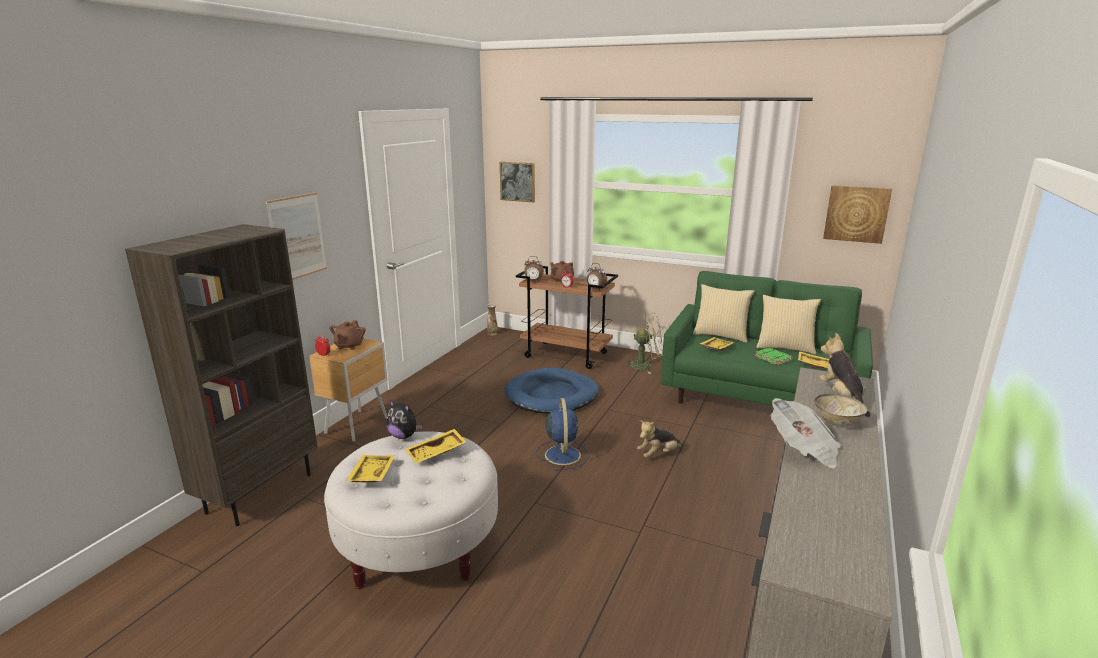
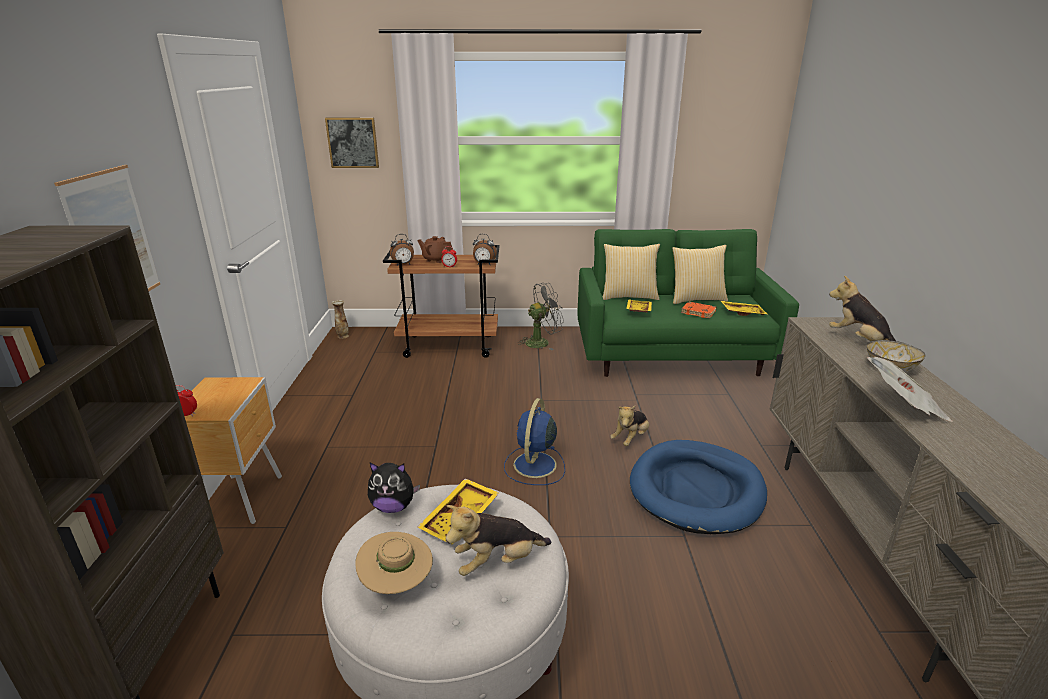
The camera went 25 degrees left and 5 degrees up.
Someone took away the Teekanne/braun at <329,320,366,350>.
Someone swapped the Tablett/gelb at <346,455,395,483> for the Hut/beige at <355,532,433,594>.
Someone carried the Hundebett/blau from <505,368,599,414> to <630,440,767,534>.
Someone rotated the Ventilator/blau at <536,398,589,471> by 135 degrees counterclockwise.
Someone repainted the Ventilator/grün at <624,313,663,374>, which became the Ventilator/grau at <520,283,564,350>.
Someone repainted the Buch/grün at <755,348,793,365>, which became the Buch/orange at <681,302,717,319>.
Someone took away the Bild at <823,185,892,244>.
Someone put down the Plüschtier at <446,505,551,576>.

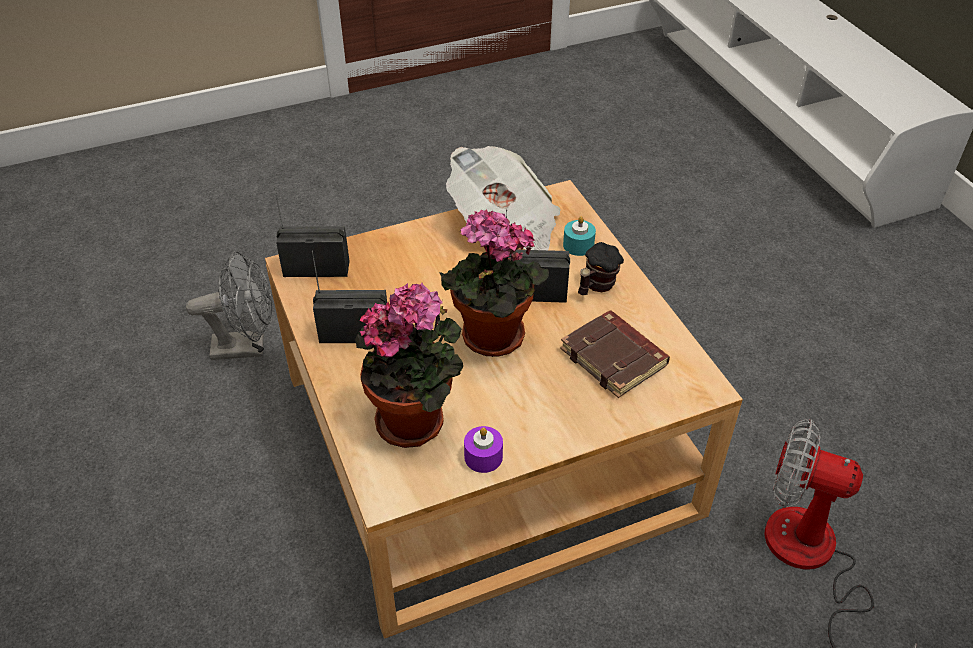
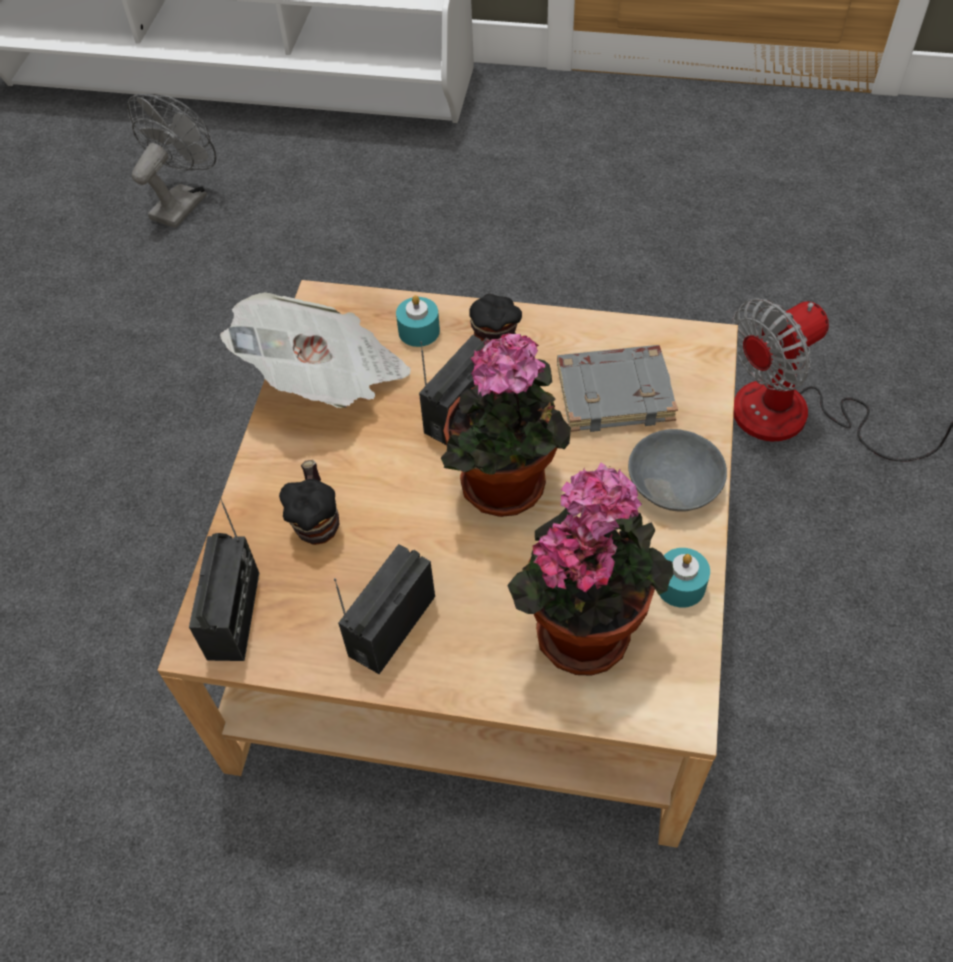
The camera went 55 degrees left and 10 degrees up.
Someone carried the Ventilator/grau from <186,251,272,360> to <127,94,216,228>.
Someone rotated the Radio at <274,187,349,277> by 150 degrees clockwise.
Someone repainted the Kerze/lila at <464,426,503,473>, which became the Kerze/türkis at <659,548,710,608>.
Someone repainted the Buch/braun at <560,311,670,398>, which became the Buch/grau at <557,345,678,432>.
Someone put down the Henkelbecher at <279,460,340,545>.
Someone put down the Schüssel/grau at <628,429,727,512>.

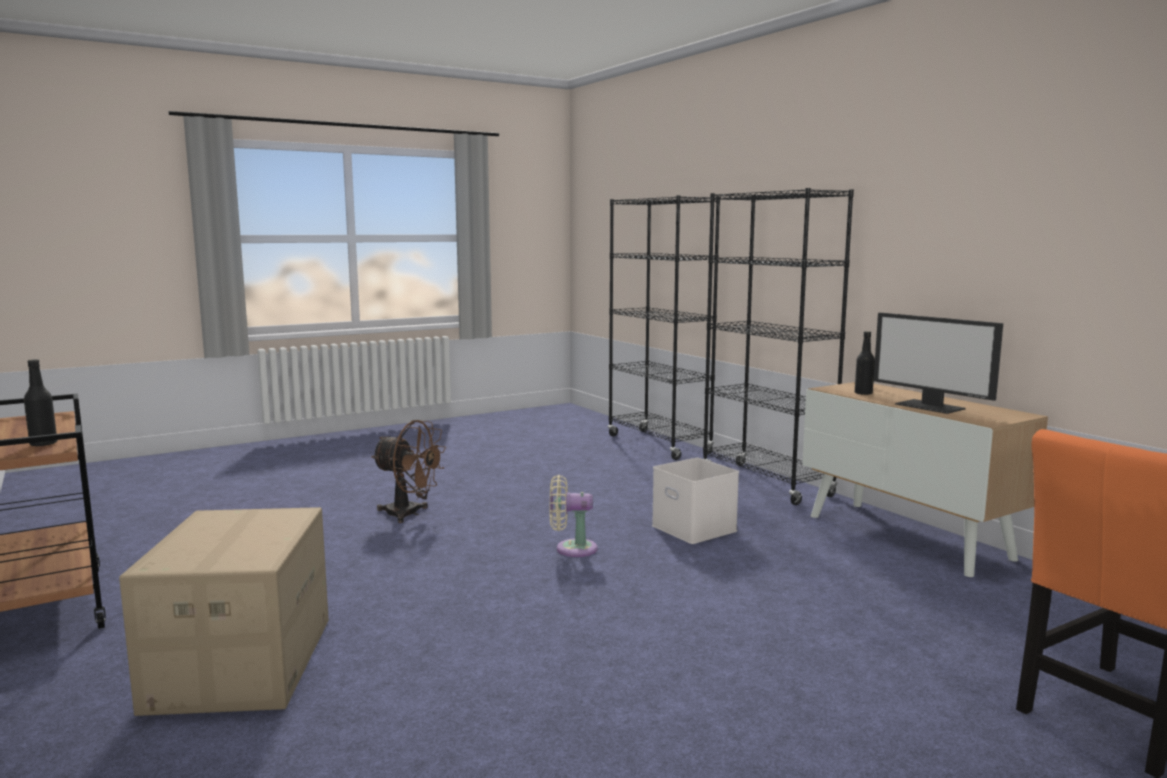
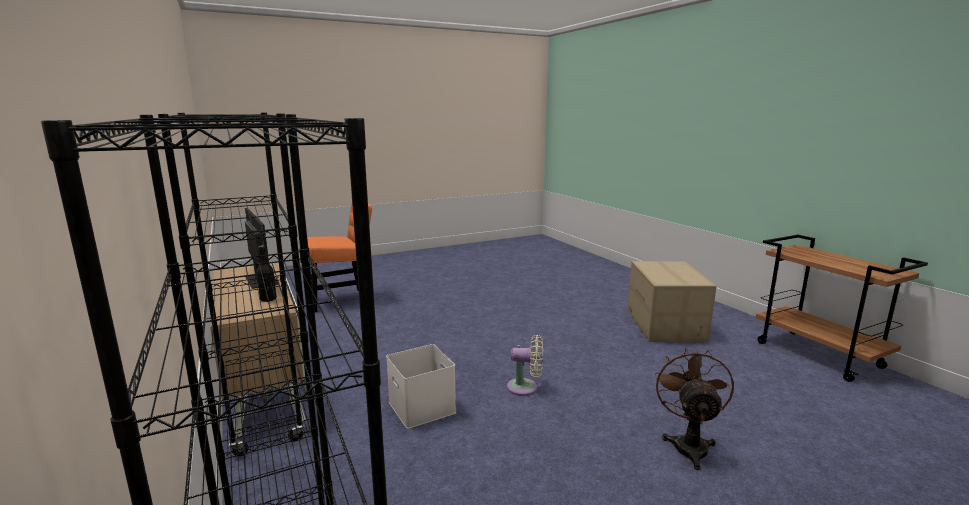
The camera went 175 degrees left and 5 degrees up.
Someone took away the Flasche/schwarz at <24,359,57,446>.
Someone rotated the Ventilator/braun at <371,420,447,523> by 75 degrees clockwise.

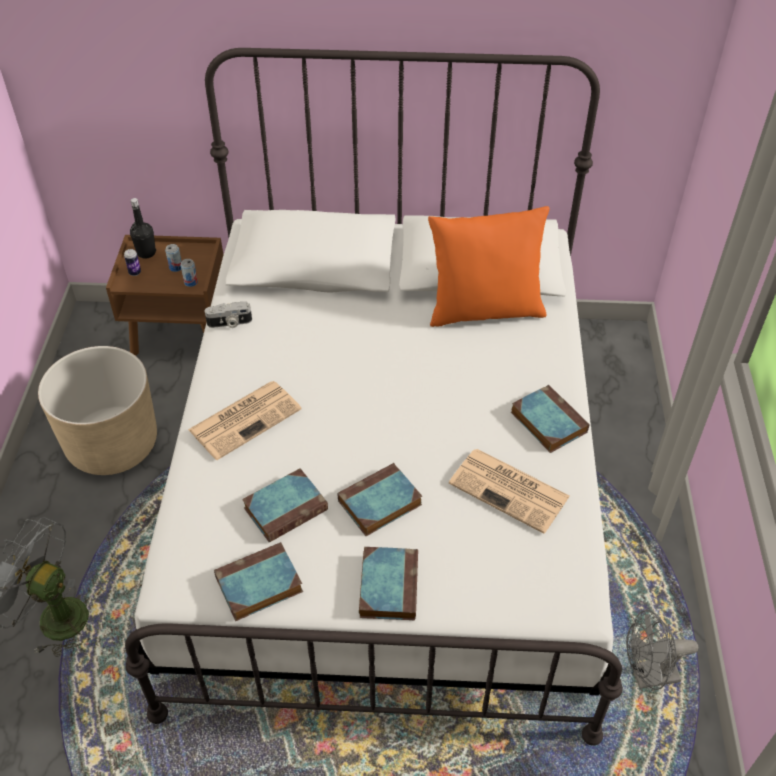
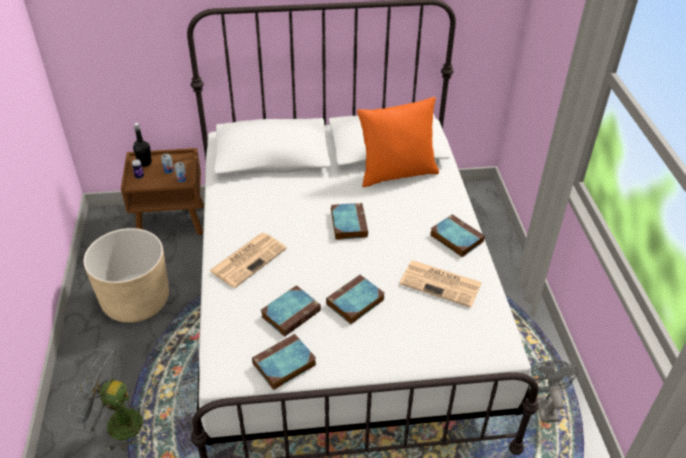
The camera went 10 degrees left and 5 degrees down.
Someone took away the Kamera at <205,301,252,328>.
Someone carried the Buch from <359,547,418,620> to <331,203,368,240>.
Someone rotated the Ventilator/grau at <626,610,698,690> by 105 degrees clockwise.

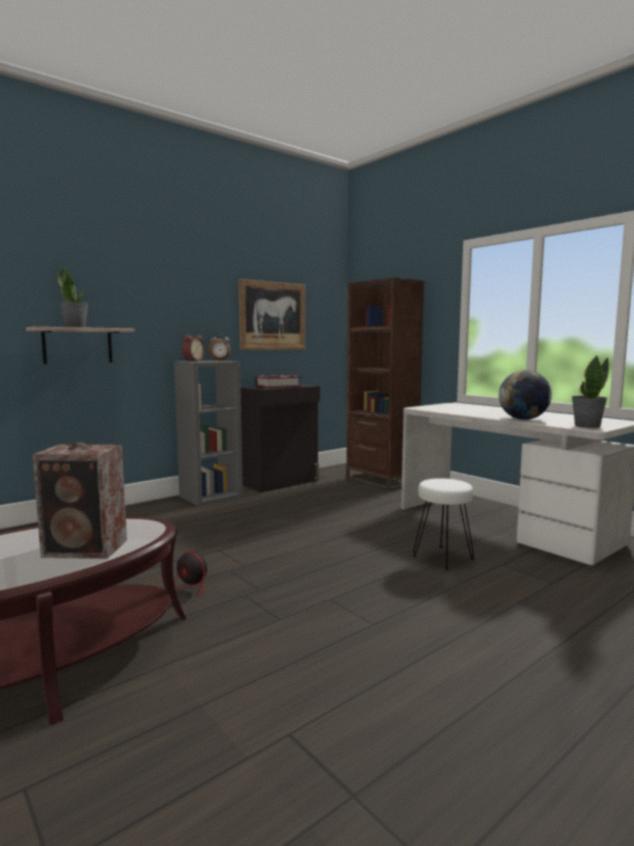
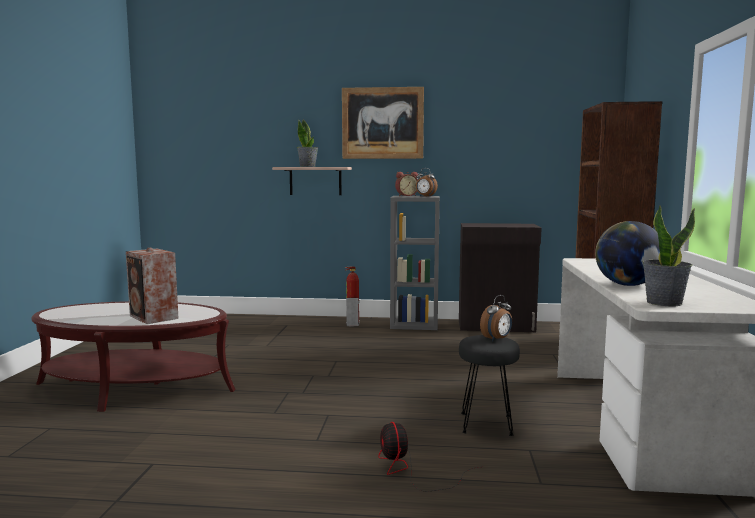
The camera went 45 degrees right and 0 degrees up.
Someone carried the Ventilator from <174,552,256,597> to <378,422,484,492>.
Someone carried the Bild from <238,279,305,350> to <342,87,424,159>.
Someone took away the Buch at <255,375,302,388>.
Someone repainted the Hocker/weiß at <412,478,474,570>, which became the Hocker/schwarz at <459,335,520,436>.
Someone put down the Feuerlöscher at <345,267,360,326>.
Someone put down the Wecker at <480,295,512,341>.

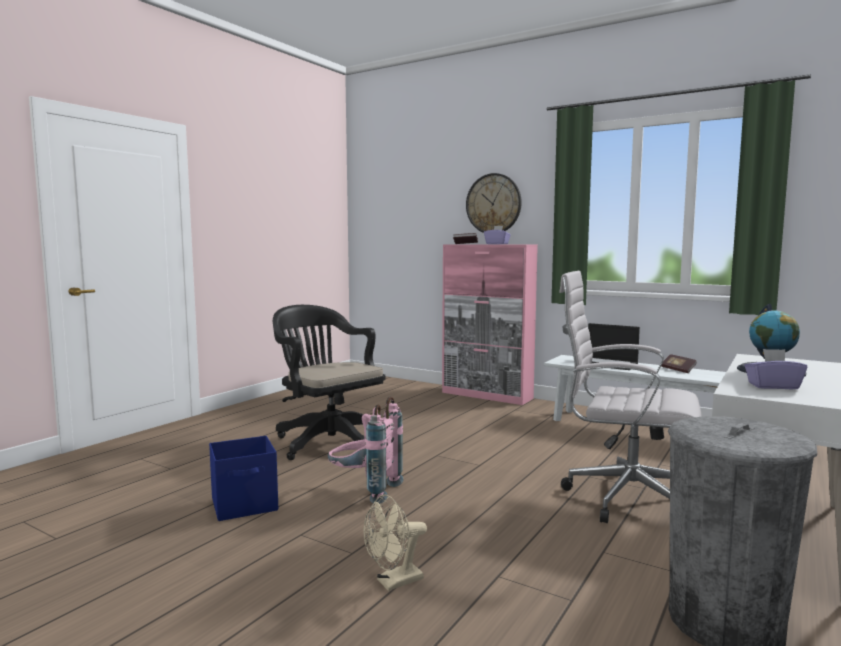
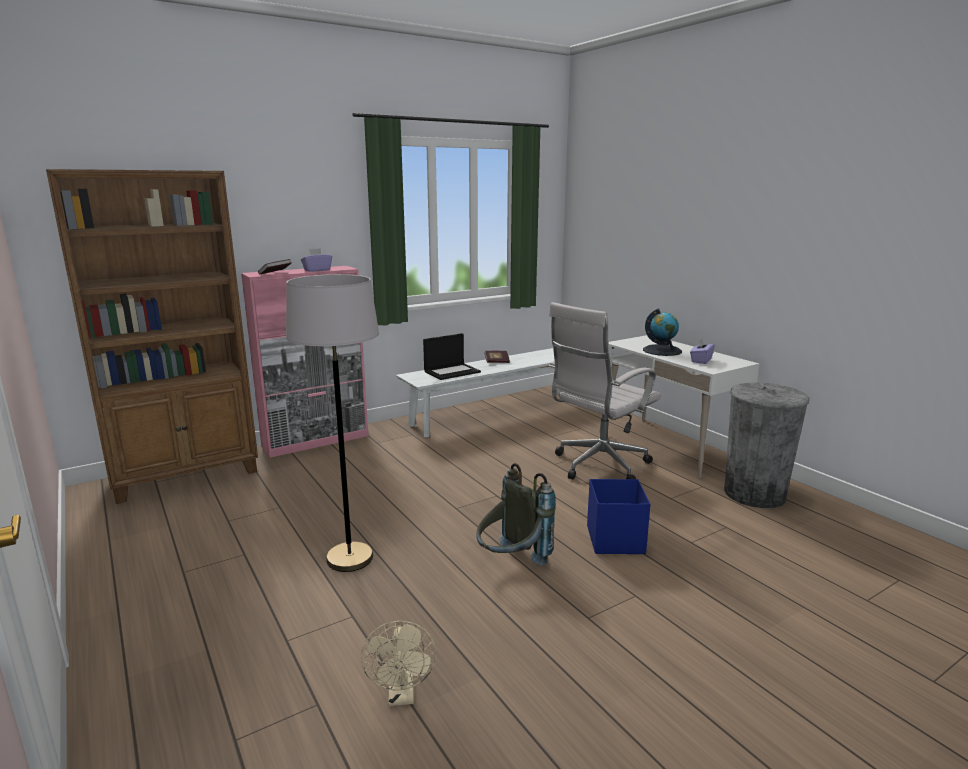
The camera went 65 degrees left and 10 degrees up.
Someone carried the Aufbewahrungsbox/blau from <209,436,278,521> to <587,479,650,554>.
Someone swapped the Bürostuhl/schwarz at <273,305,385,460> for the Stehlampe/grau at <286,274,379,572>.
Someone repainted the Rucksack/rosa at <327,396,404,504>, which became the Rucksack/grau at <476,463,555,565>.
Someone carried the Ventilator/beige from <363,494,427,591> to <361,621,436,706>.
Someone took away the Wanduhr at <466,173,522,233>.
Someone put down the Bücherregal/braun at <46,169,258,504>.

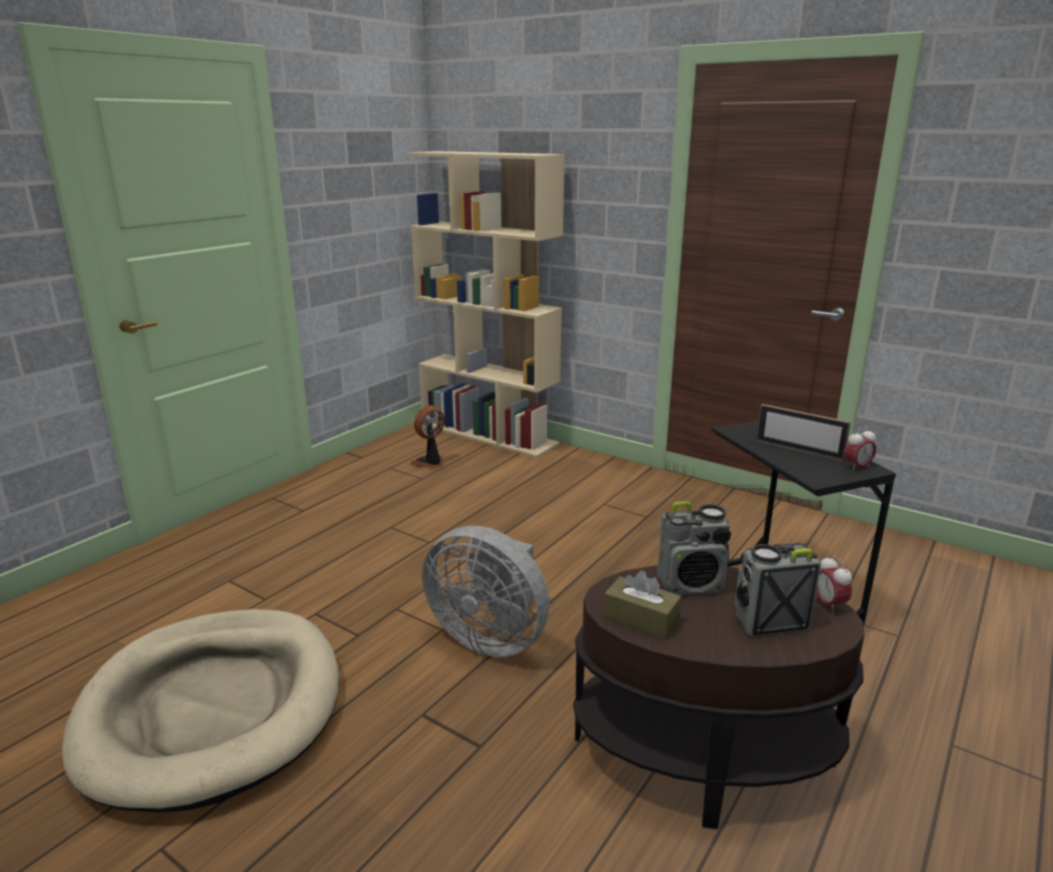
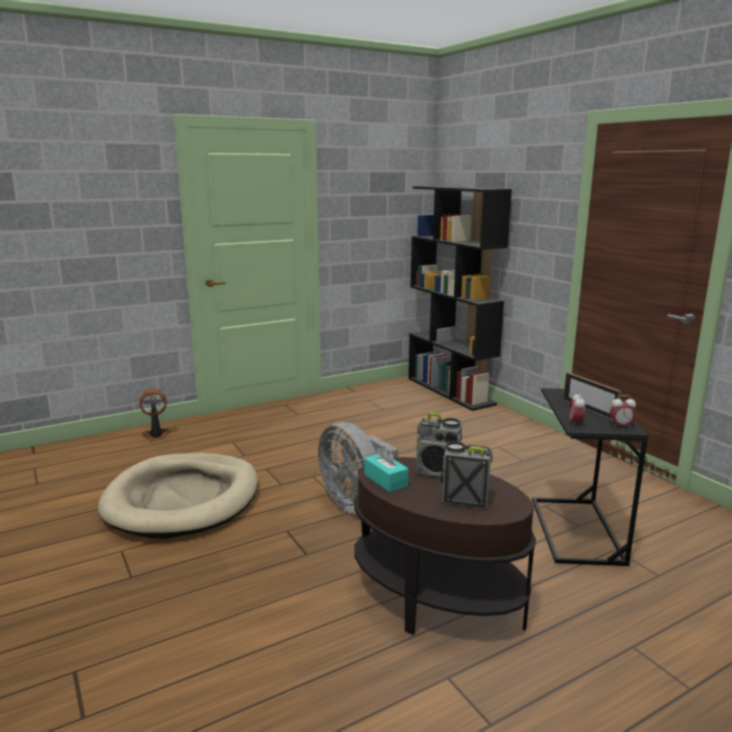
The camera went 25 degrees right and 5 degrees down.
Someone repainted the Bücherregal/beige at <407,151,565,458>, which became the Bücherregal/schwarz at <408,186,512,411>.
Someone carried the Ventilator from <410,405,445,468> to <139,389,171,440>.
Someone repainted the Taschentuchbox/braun at <603,571,682,639>, which became the Taschentuchbox/türkis at <365,446,409,492>.
Someone carried the Wecker from <815,555,852,614> to <569,392,585,427>.

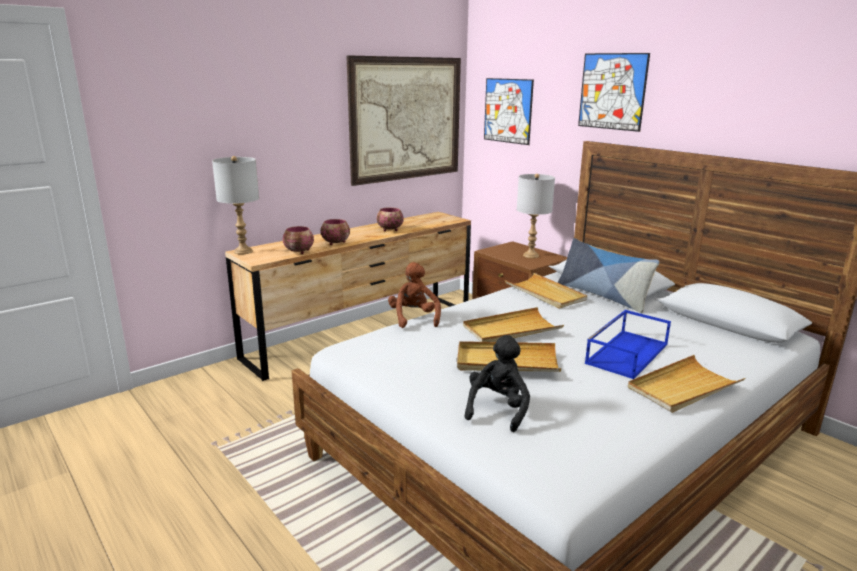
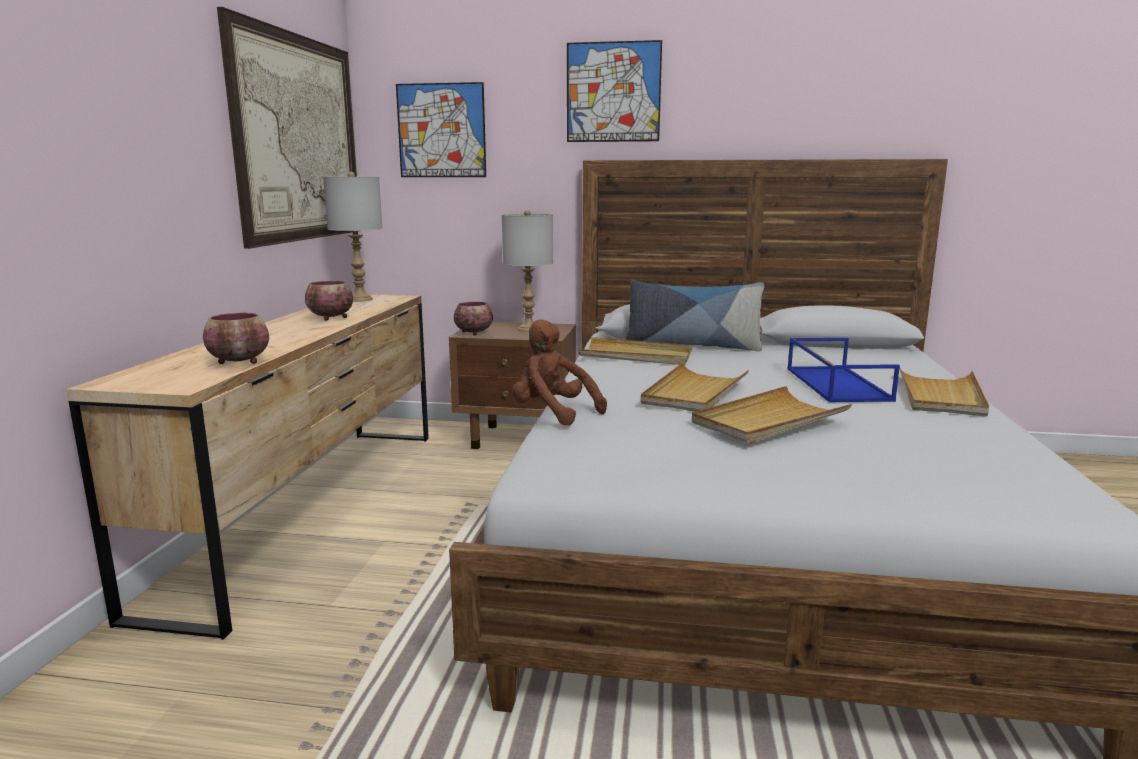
The camera went 40 degrees left and 5 degrees down.
Someone carried the Tischlampe/grau from <212,156,259,255> to <323,172,382,302>.
Someone carried the Schüssel from <320,219,350,245> to <454,301,493,336>.
Someone took away the Plüschtier/schwarz at <465,335,530,432>.

